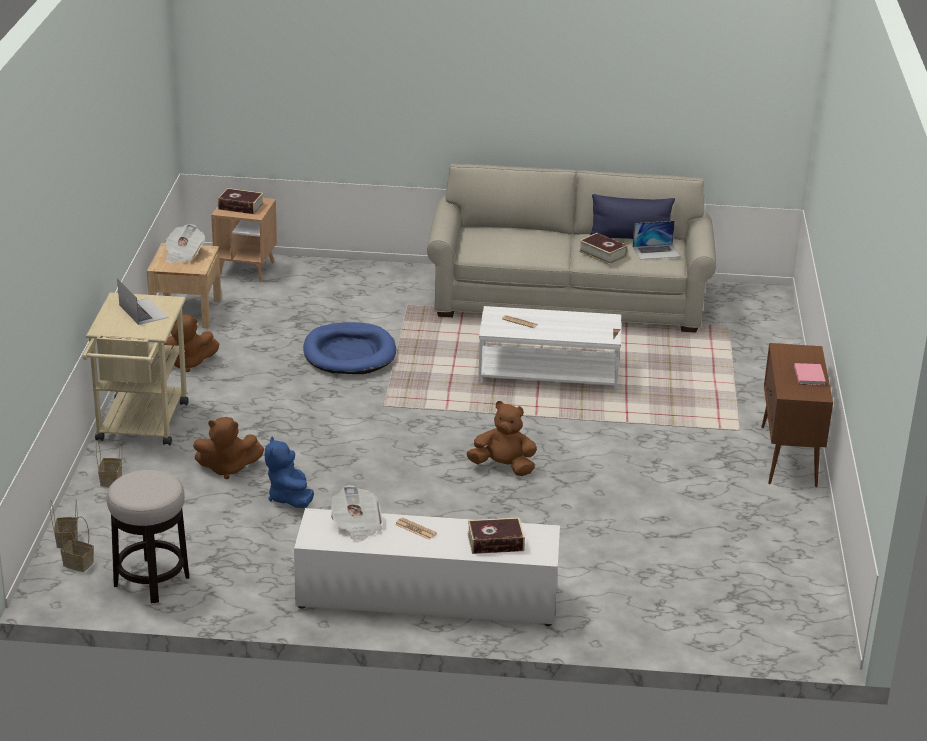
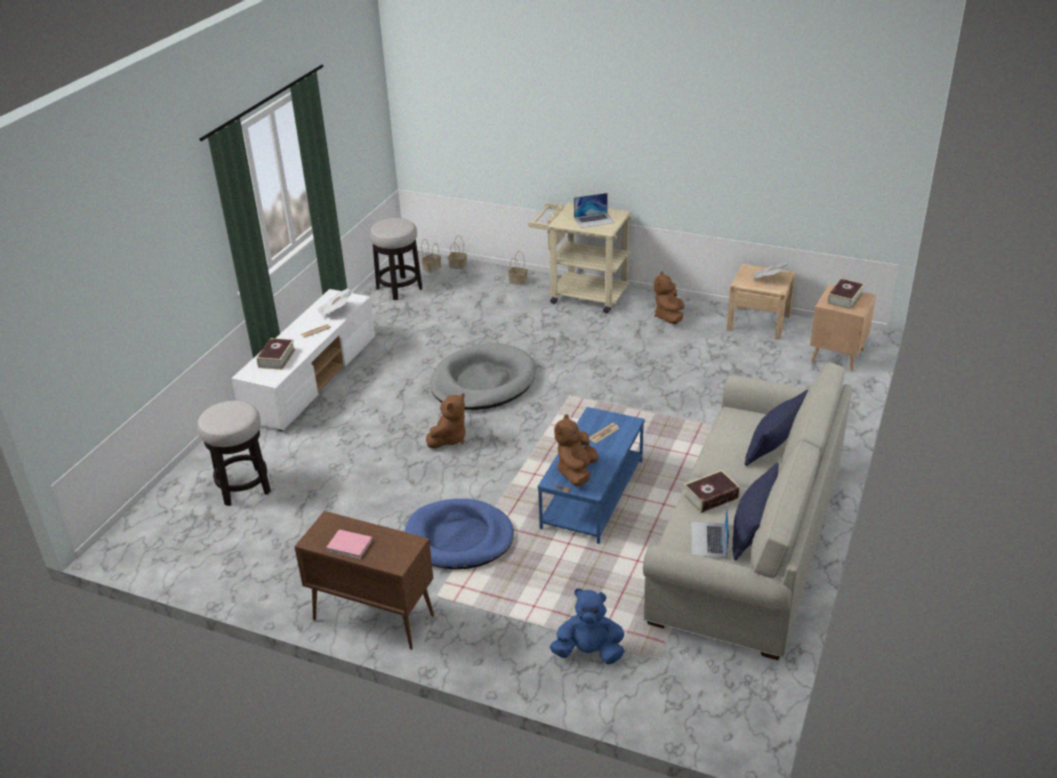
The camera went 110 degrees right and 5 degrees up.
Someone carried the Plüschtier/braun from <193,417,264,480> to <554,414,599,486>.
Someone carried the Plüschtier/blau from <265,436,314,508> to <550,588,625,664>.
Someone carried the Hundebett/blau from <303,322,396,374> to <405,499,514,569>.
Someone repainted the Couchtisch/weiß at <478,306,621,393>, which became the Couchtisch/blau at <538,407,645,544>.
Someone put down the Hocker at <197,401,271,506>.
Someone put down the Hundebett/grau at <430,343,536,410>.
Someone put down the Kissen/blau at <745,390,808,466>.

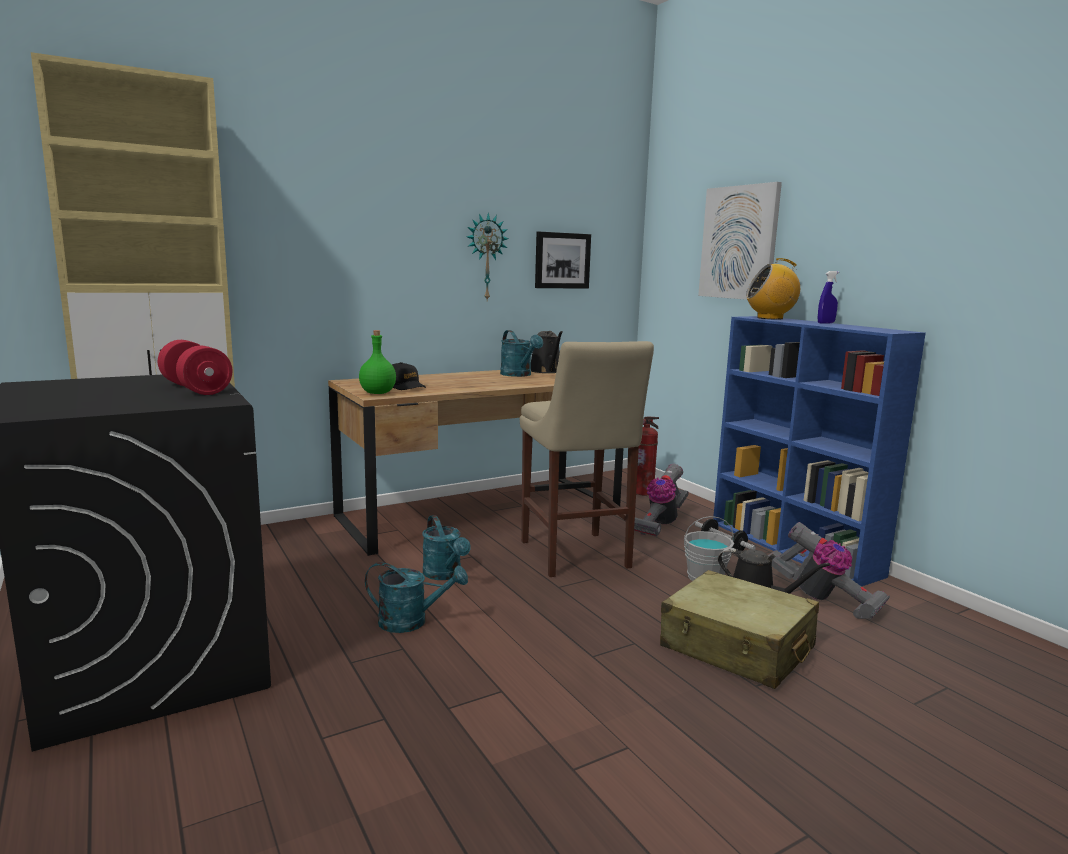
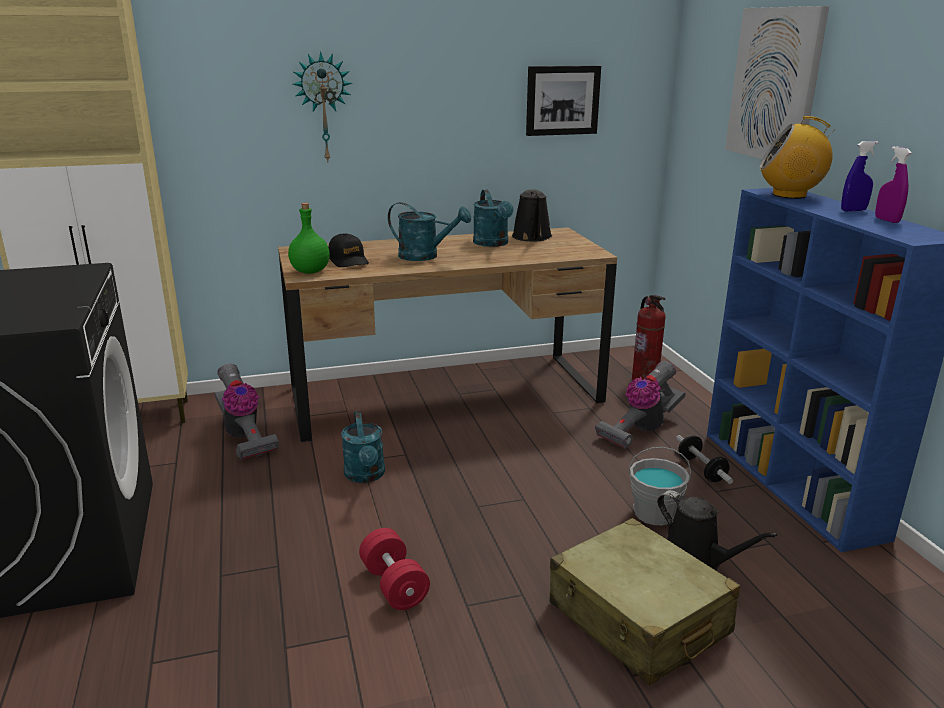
The camera went 15 degrees right and 10 degrees up.
Someone carried the Hantel/rot from <158,340,232,395> to <359,528,430,610>.
Someone carried the Gießkanne/türkis from <365,562,468,633> to <388,202,471,261>.
Someone carried the Wanduhr from <466,212,509,300> to <293,51,352,162>.
Someone took away the Hocker/beige at <520,341,654,577>.
Someone carried the Staubsauger from <768,522,890,620> to <215,364,279,460>.
Someone put down the Sprühflasche/lila at <875,146,912,223>.

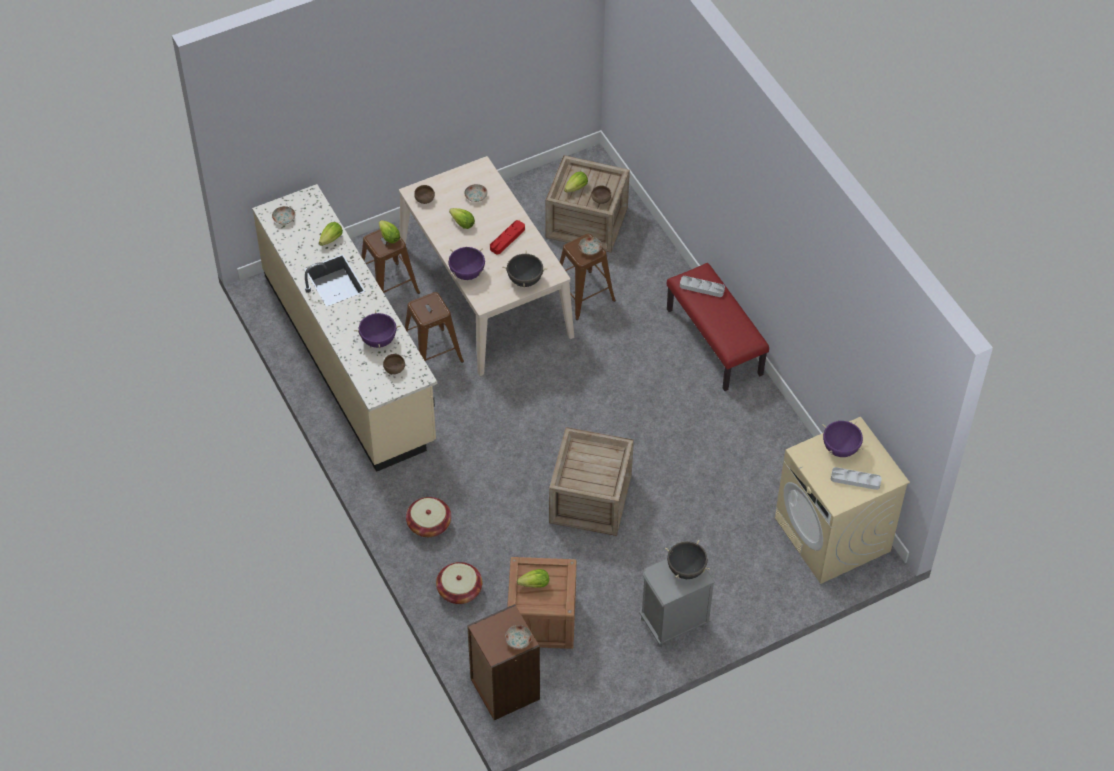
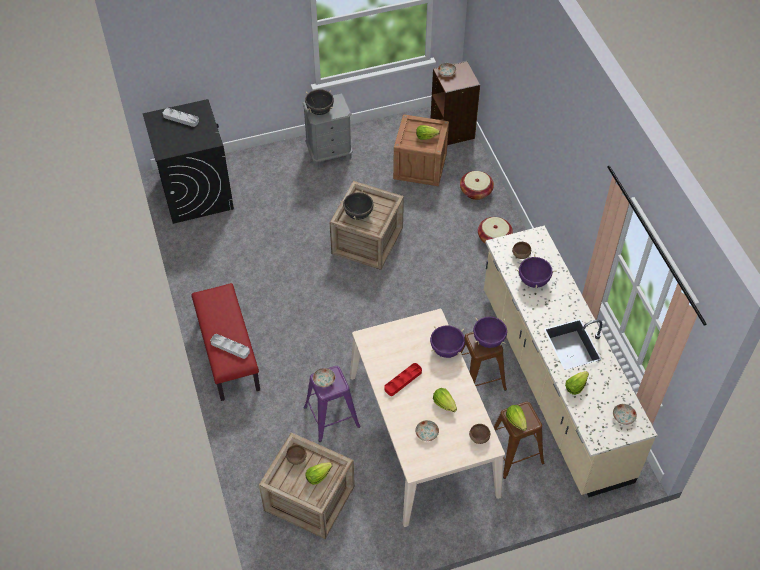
The camera went 170 degrees left and 0 degrees up.
Someone carried the Kochtopf/schwarz from <502,251,548,288> to <340,190,377,220>.
Someone repainted the Hocker/braun at <560,234,616,320>, which became the Hocker/lila at <304,366,360,442>.
Someone repainted the Waschmaschine/beige at <775,417,910,584>, which became the Waschmaschine/schwarz at <143,99,234,224>.
Someone carried the Kochtopf/lila from <823,421,864,457> to <473,317,507,348>.

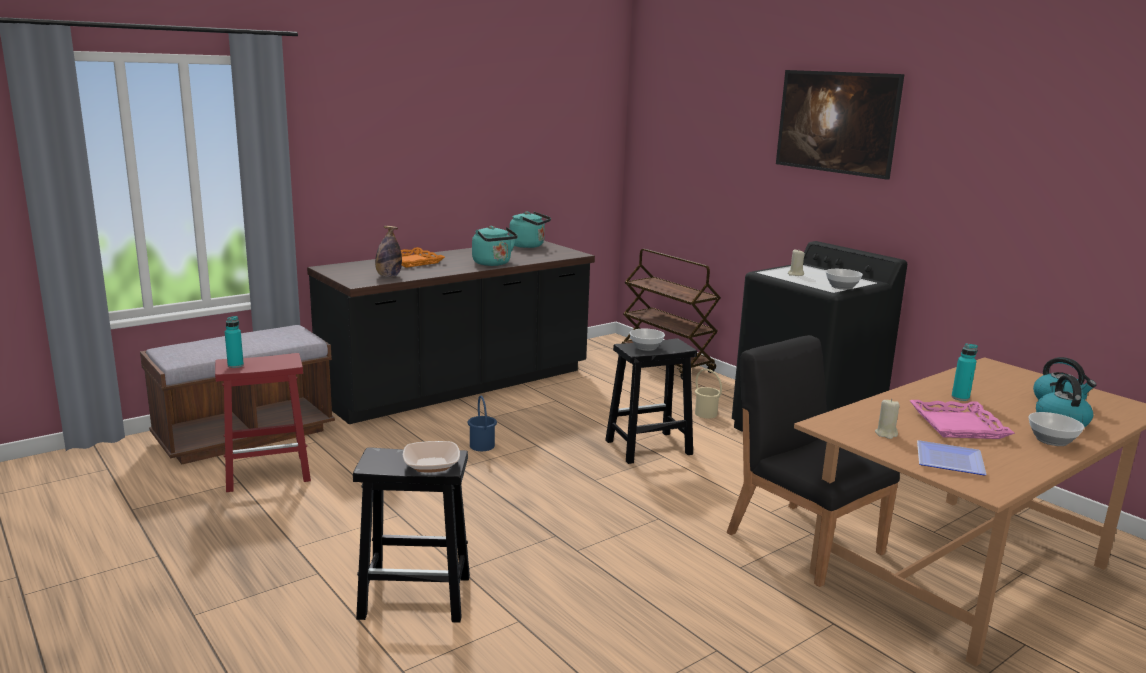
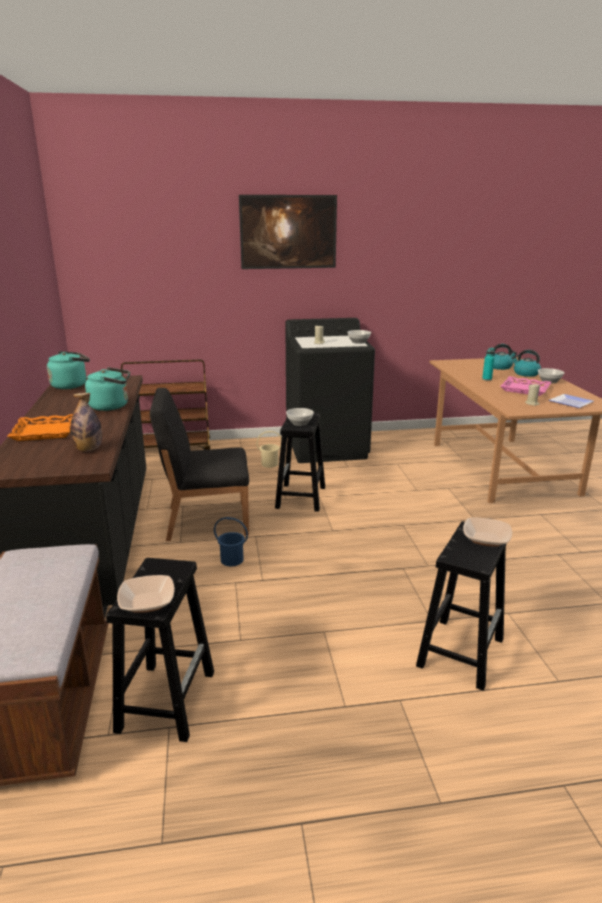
The camera went 60 degrees left and 5 degrees up.
Someone repainted the Hocker/rot at <215,353,311,492>, which became the Hocker/schwarz at <106,558,214,742>.
Someone swapped the Flasche/türkis at <225,316,244,368> for the Schüssel at <117,575,175,613>.
Someone carried the Stuhl/schwarz from <727,335,900,587> to <150,388,249,541>.

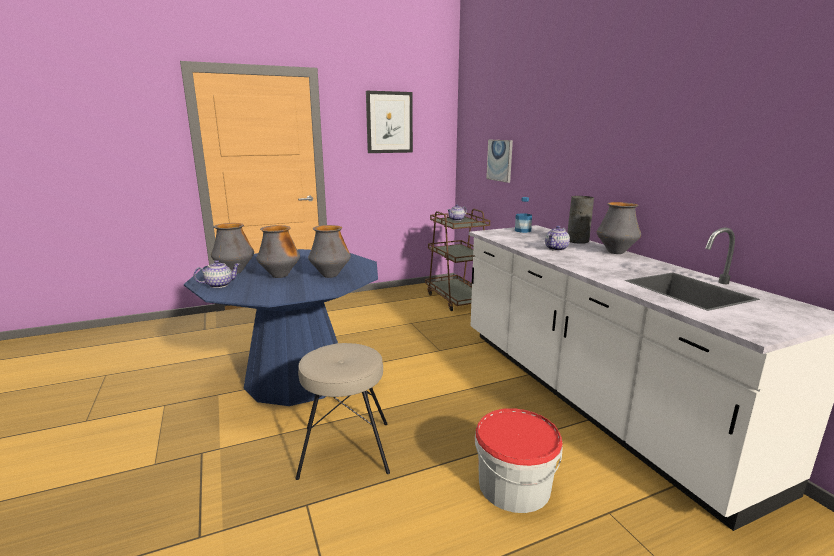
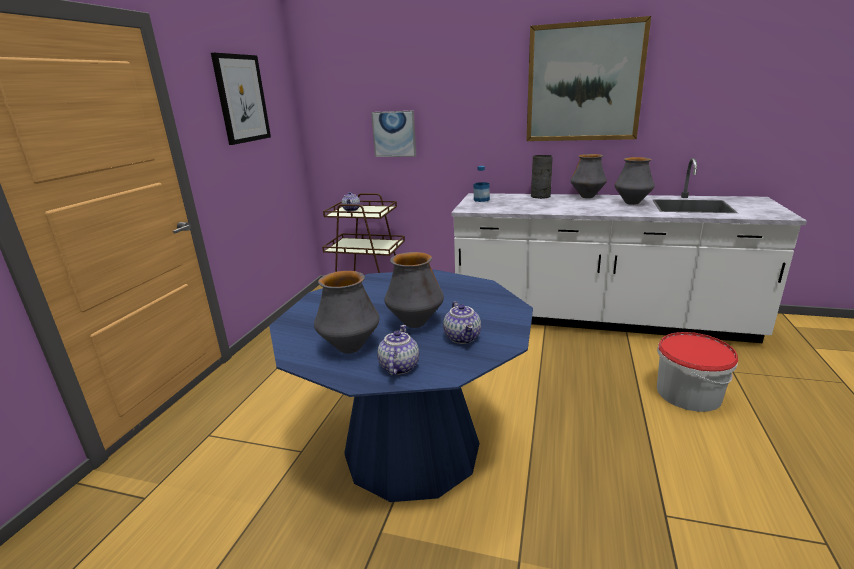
The camera went 50 degrees left and 5 degrees up.
Someone took away the Hocker/beige at <296,343,390,480>.
Someone carried the Vase from <308,225,351,278> to <615,157,655,205>.
Someone carried the Teekanne from <545,226,570,251> to <443,301,481,344>.
Someone put up the Bild at <526,16,651,141>.

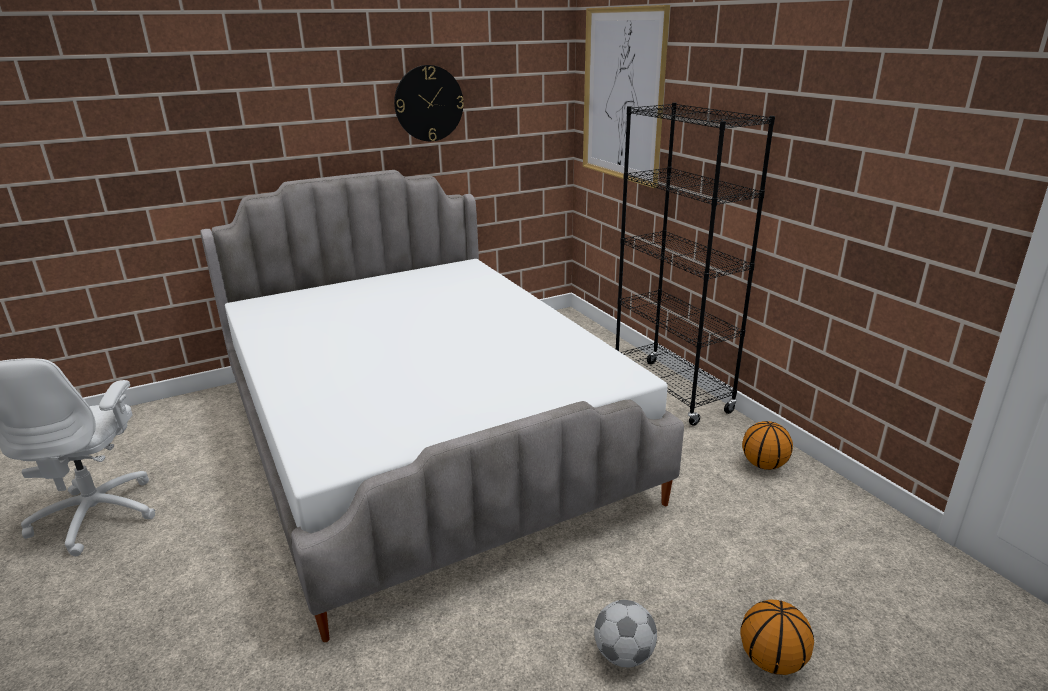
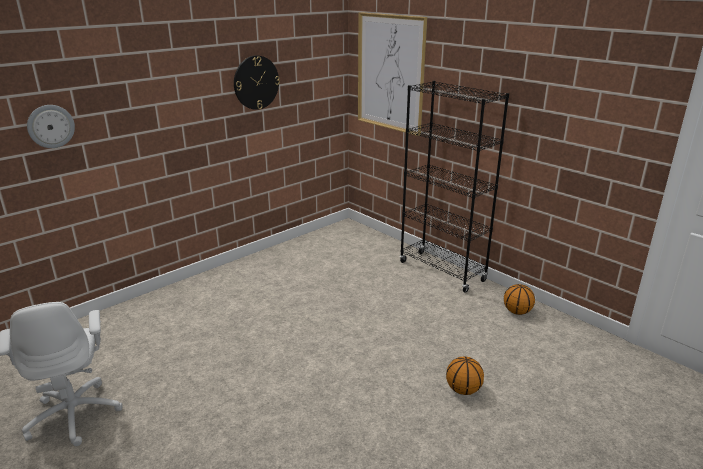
The camera went 15 degrees left and 0 degrees up.
Someone took away the Bett at <200,170,684,642>.
Someone took away the Fußball at <594,600,657,667>.
Someone carried the Basketball from <740,599,814,675> to <446,356,484,395>.
Someone put up the Wanduhr at <27,105,75,148>.

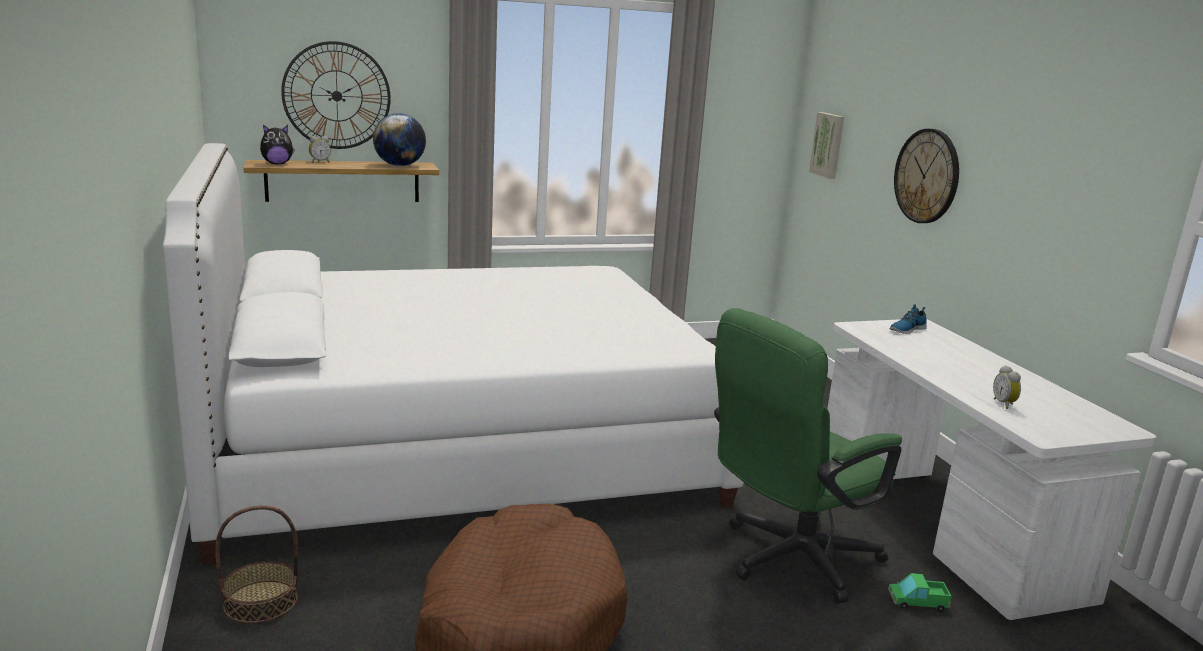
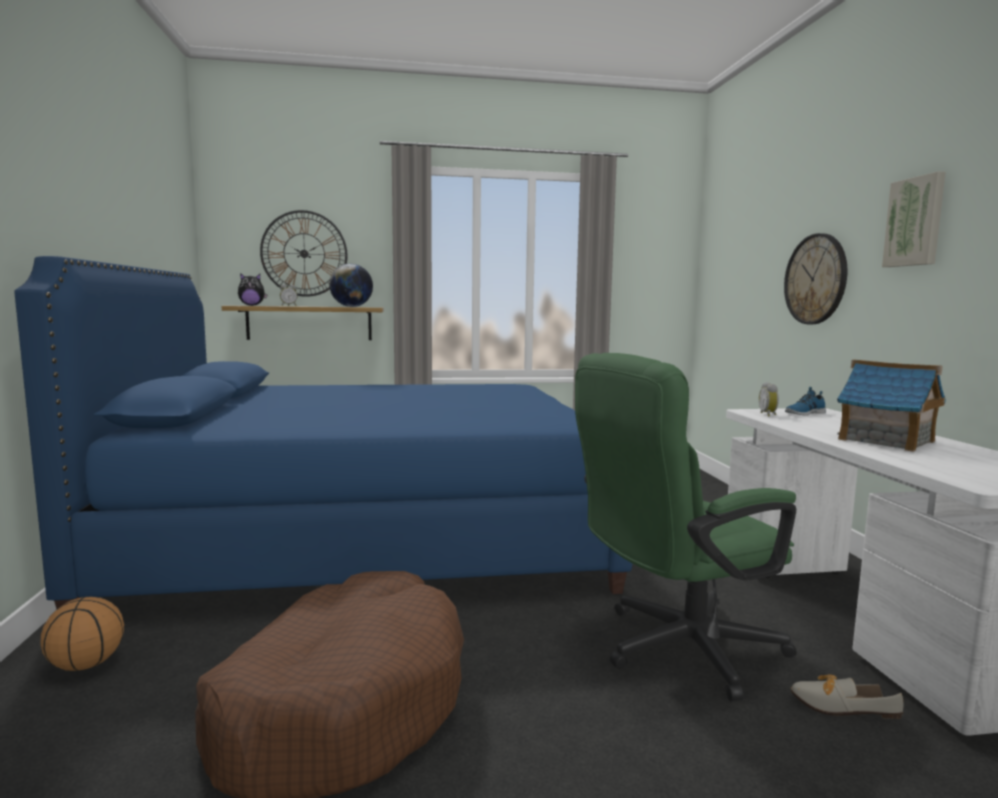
The camera went 10 degrees right and 10 degrees down.
Someone repainted the Bett/weiß at <163,143,744,566>, which became the Bett/blau at <15,256,632,609>.
Someone swapped the Korb at <215,505,298,624> for the Basketball at <41,597,124,671>.
Someone carried the Bild from <809,112,844,179> to <882,172,946,267>.
Someone swapped the Spielzeuglaster at <888,573,952,612> for the Schuh at <791,674,903,719>.
Someone carried the Wecker from <993,365,1021,409> to <759,382,779,416>.
Someone put down the Spielzeughaus at <837,360,946,452>.

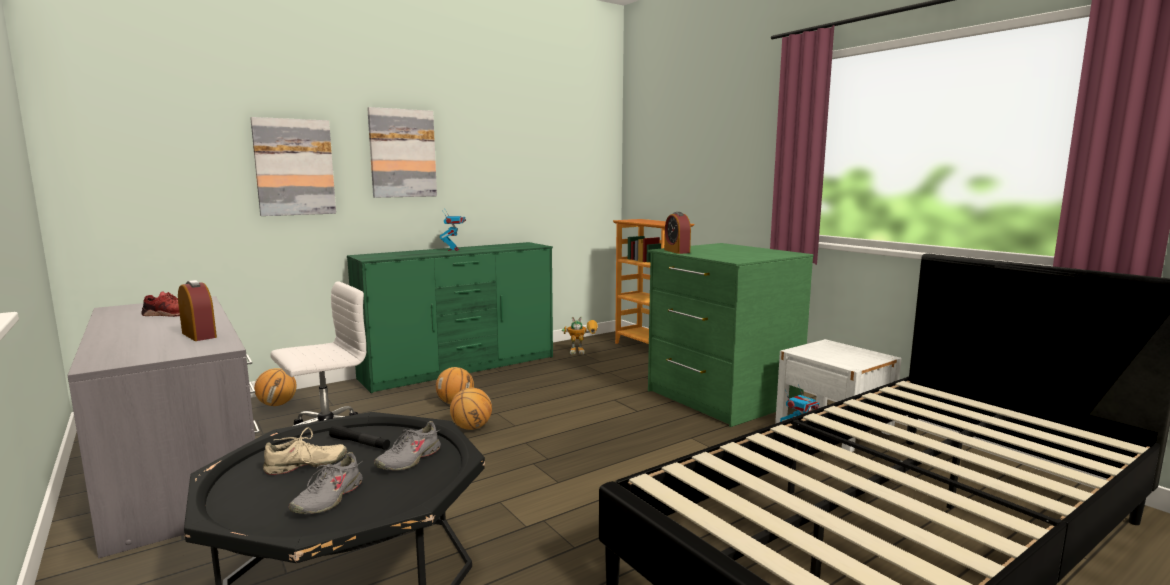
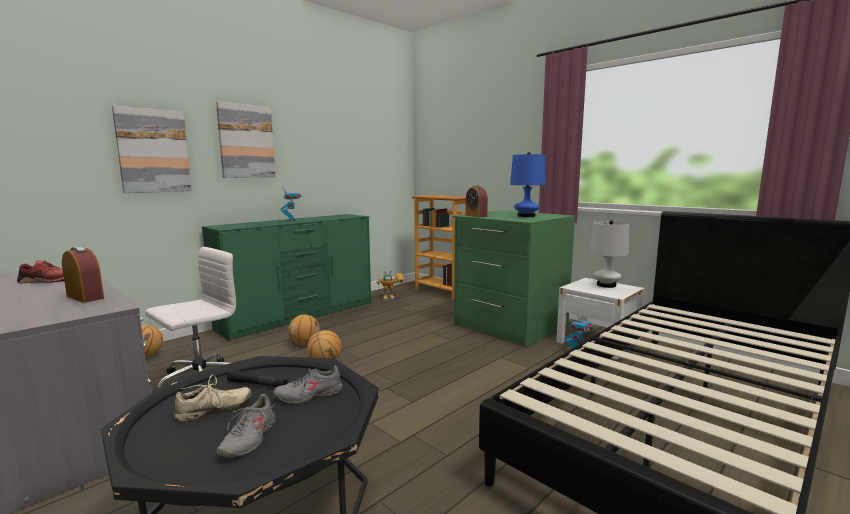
The camera went 10 degrees left and 0 degrees up.
Someone rotated the Schuh/grau at <374,421,441,470> by 45 degrees clockwise.
Someone put down the Tischlampe/blau at <510,152,546,217>.
Someone put down the Tischlampe/weiß at <590,220,629,288>.

